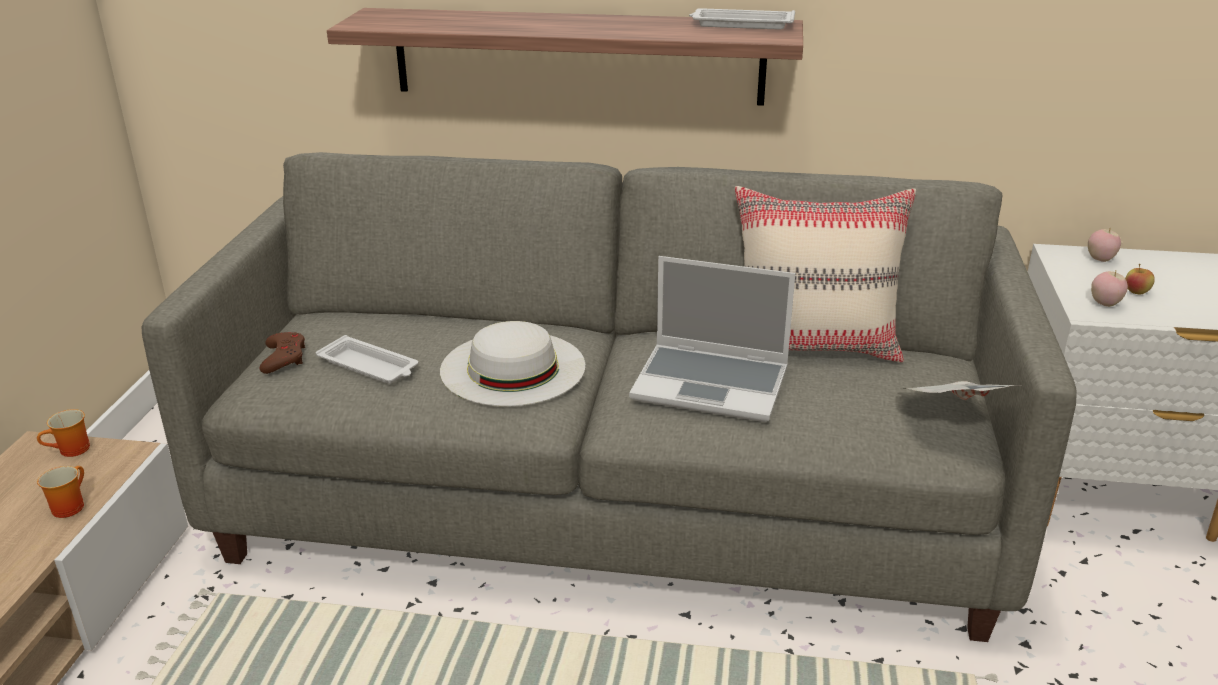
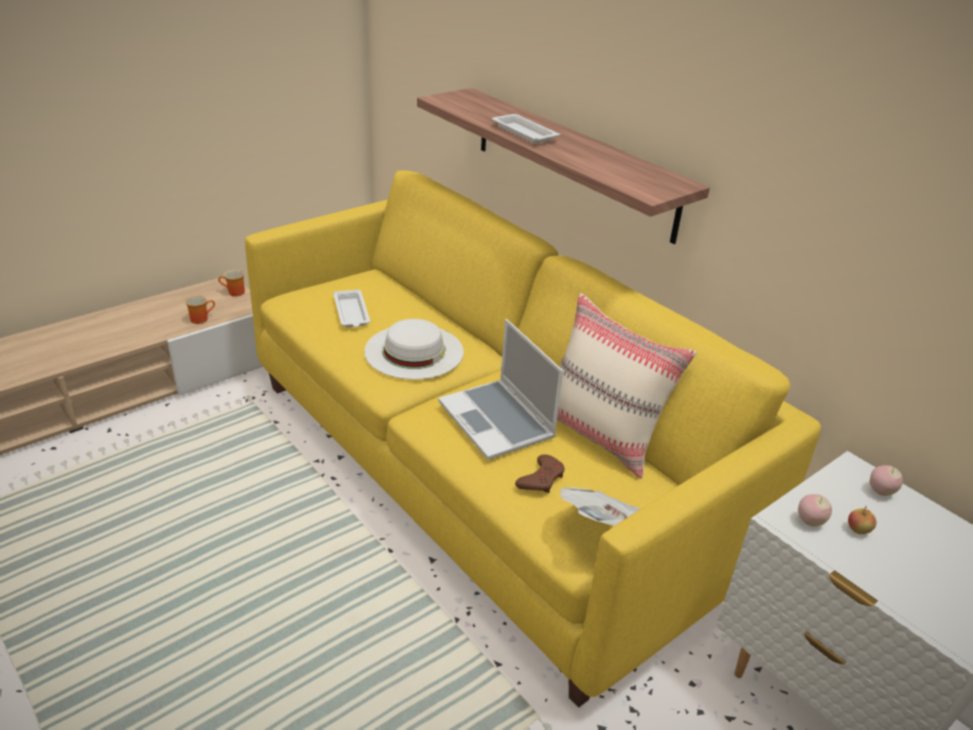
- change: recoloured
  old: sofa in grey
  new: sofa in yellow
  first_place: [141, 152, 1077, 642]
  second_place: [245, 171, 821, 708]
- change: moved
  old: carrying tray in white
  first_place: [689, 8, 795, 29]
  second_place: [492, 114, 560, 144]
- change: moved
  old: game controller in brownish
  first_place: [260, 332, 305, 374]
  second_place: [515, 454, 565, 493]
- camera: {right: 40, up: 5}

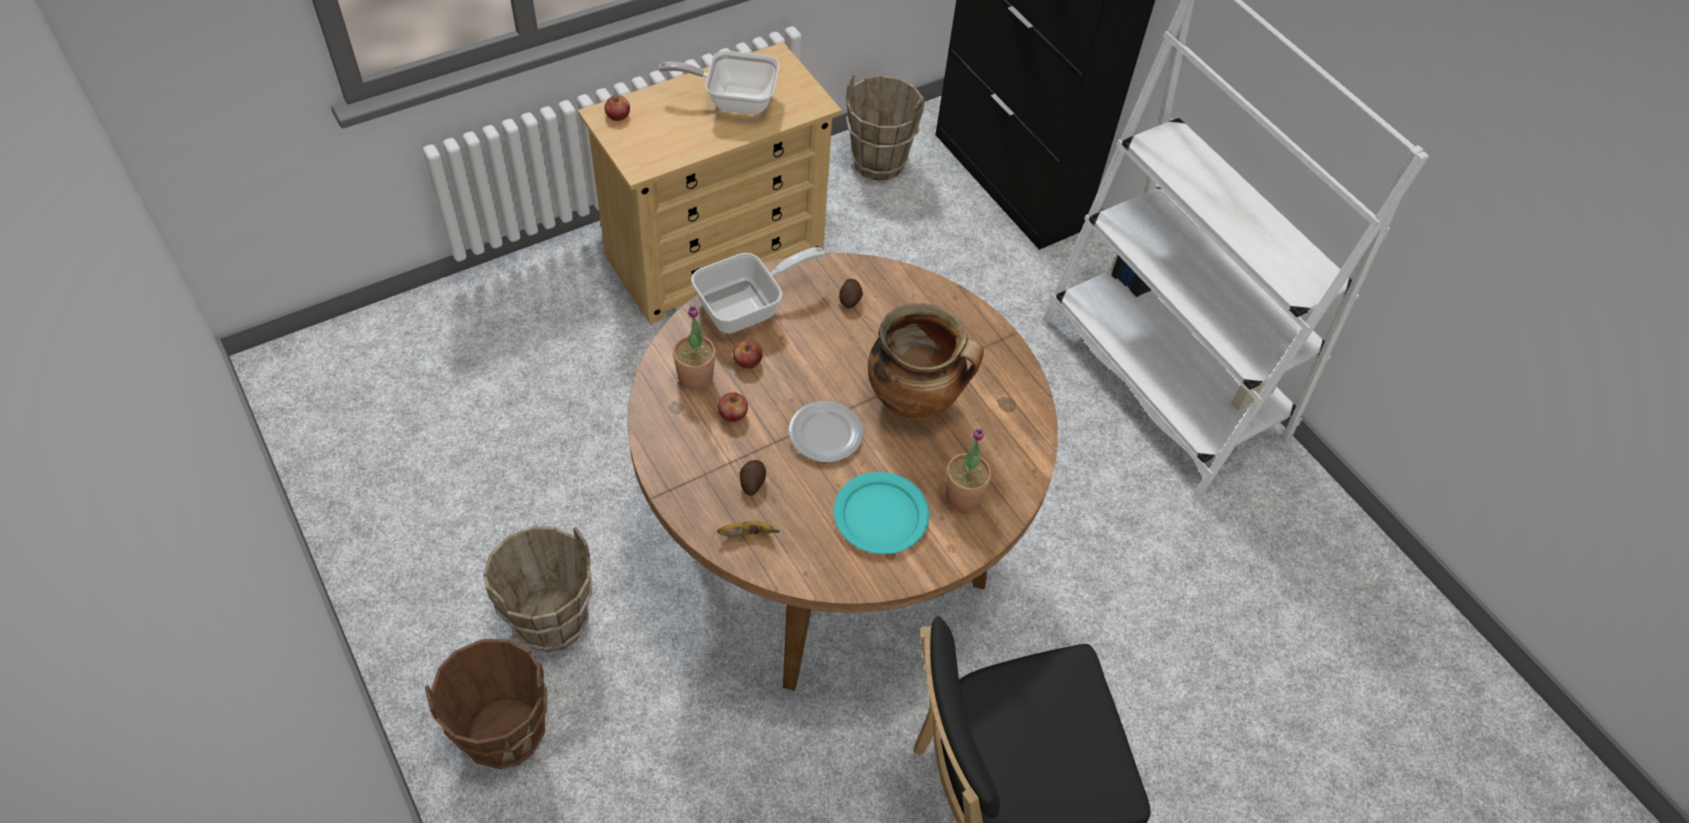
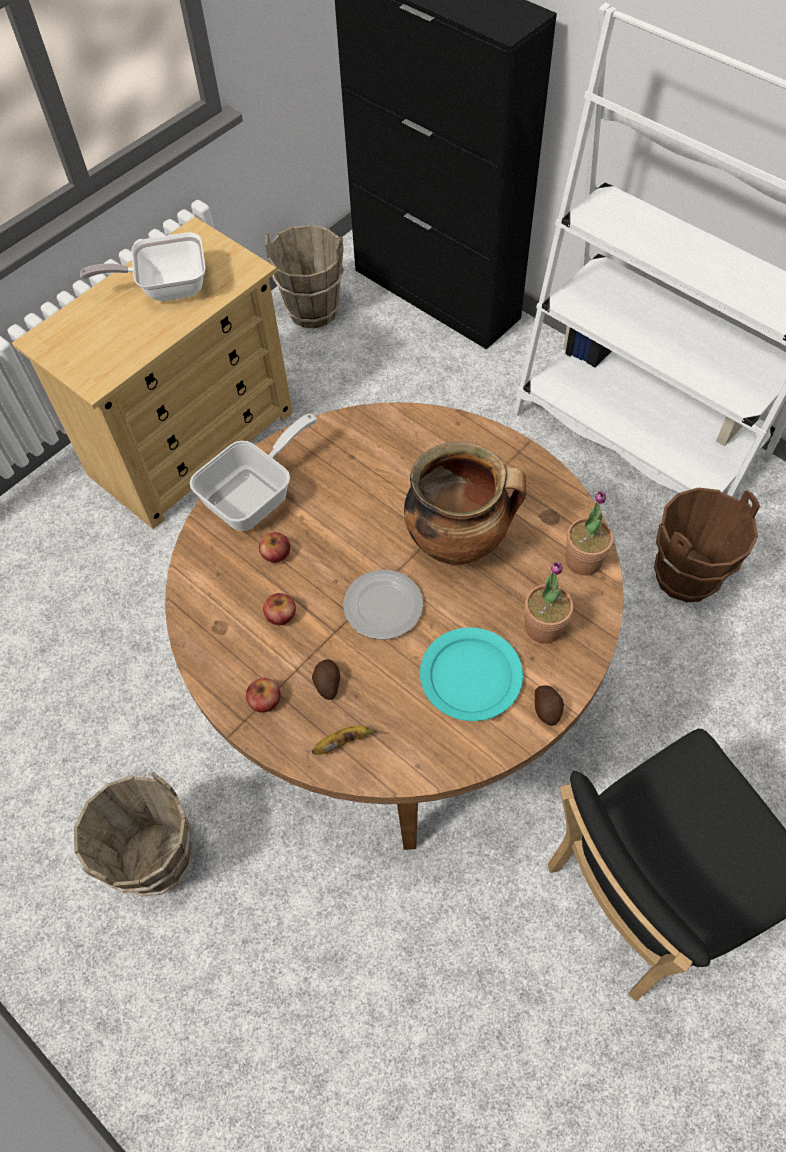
- change: moved
  old: whole apple
  first_place: [604, 95, 630, 121]
  second_place: [246, 678, 281, 712]
- change: moved
  old: spud
  first_place: [839, 279, 863, 308]
  second_place: [535, 685, 564, 726]
- change: moved
  old: plant in a pot
  first_place: [673, 306, 716, 390]
  second_place: [565, 491, 613, 576]
- change: moved
  old: water bucket in brownish
  first_place: [425, 639, 547, 769]
  second_place: [654, 487, 760, 603]
- camera: {right: -10, up: 5}

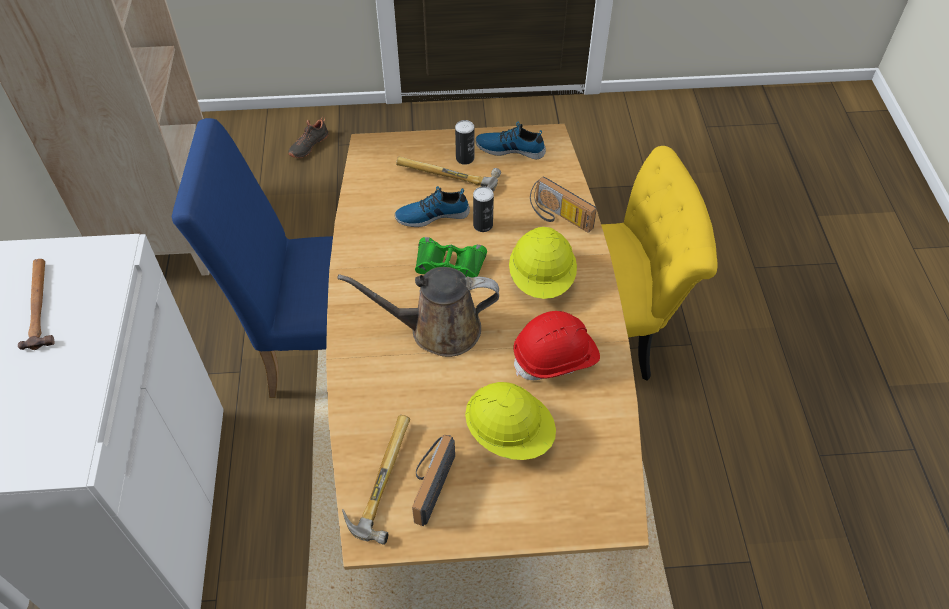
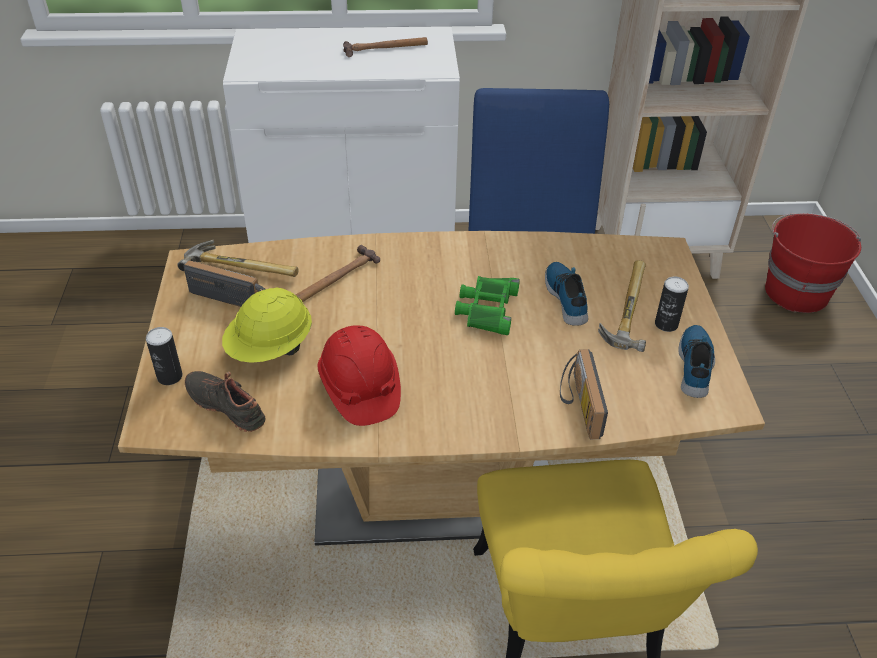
- change: moved
  old: metal can
  first_place: [473, 186, 494, 232]
  second_place: [146, 327, 183, 385]
- change: moved
  old: low shoe in blackish
  first_place: [288, 117, 329, 158]
  second_place: [185, 371, 266, 432]
- change: added
  new: hand hammer
  second_place: [296, 245, 380, 302]
- change: turned
  old: radio set
  first_place: [530, 177, 597, 233]
  second_place: [560, 349, 608, 439]
  degrees: -45
- change: added
  new: water bucket in red
  second_place: [765, 213, 861, 313]
- change: removed
  old: sprinkling can in brownish
  first_place: [337, 267, 499, 357]
- change: removed
  old: work helmet in yellow
  first_place: [509, 227, 577, 299]
- camera: {right: 90, up: -10}

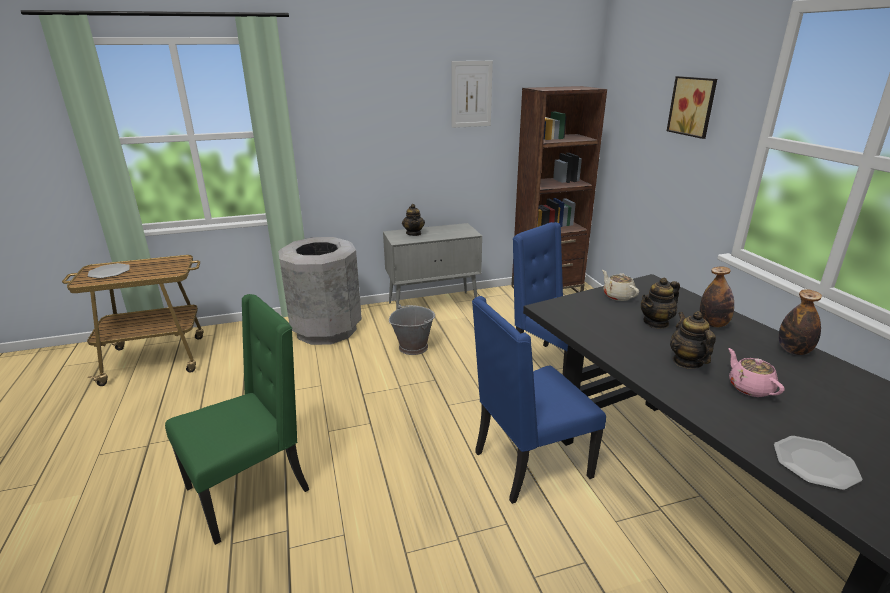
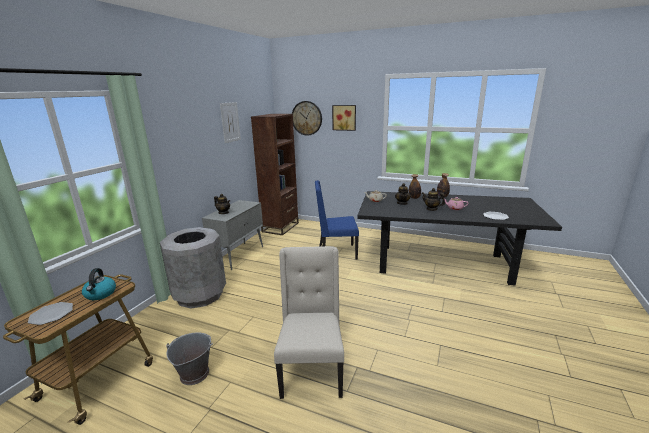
- change: added
  new: water kettle
  second_place: [82, 268, 116, 300]
- change: moved
  old: water bucket in grey
  first_place: [389, 304, 435, 355]
  second_place: [166, 332, 213, 385]
- change: recoloured
  old: plain chair in greenish
  new: plain chair in sand-coloured
  first_place: [165, 294, 309, 545]
  second_place: [274, 246, 344, 399]
- change: added
  new: hanging clock
  second_place: [292, 101, 322, 136]
- change: removed
  old: plain chair in bluish
  first_place: [472, 296, 606, 504]
- camera: {right: -50, up: -5}

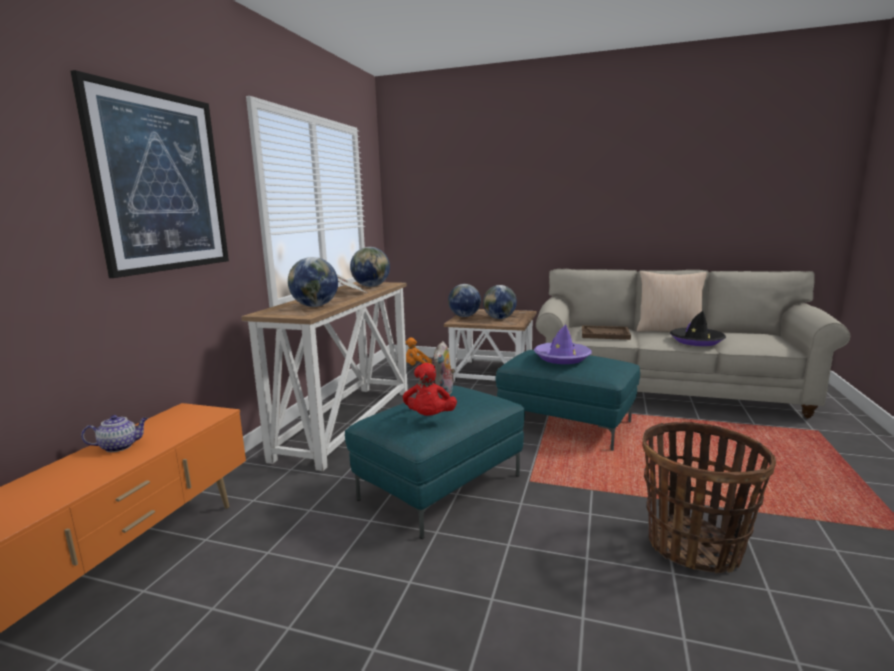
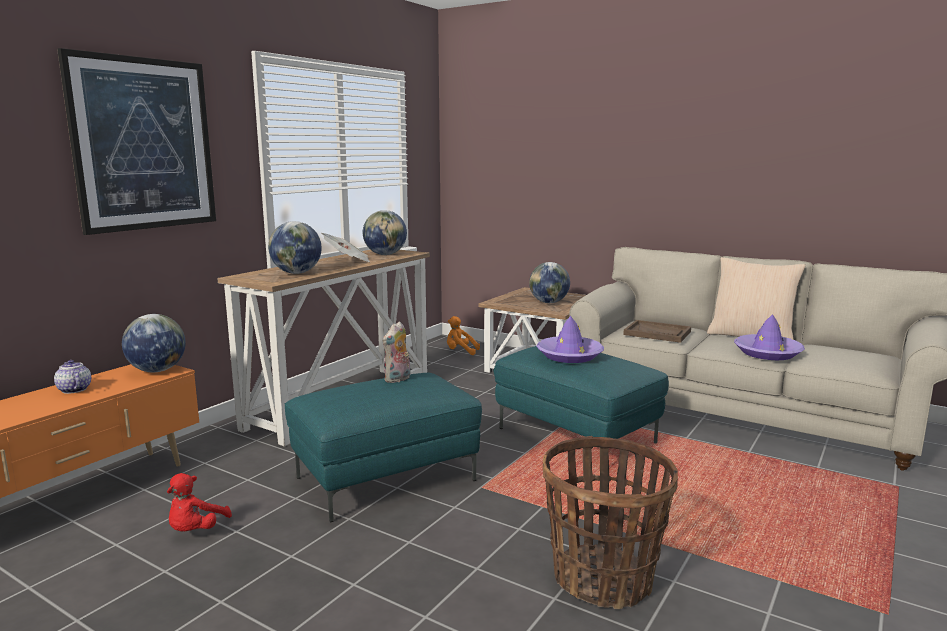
- change: turned
  old: teapot
  first_place: [81, 415, 148, 452]
  second_place: [54, 360, 91, 394]
  degrees: -120
- change: moved
  old: world globe
  first_place: [448, 284, 481, 317]
  second_place: [122, 314, 186, 372]
- change: moved
  old: soft toy in red
  first_place: [403, 363, 457, 416]
  second_place: [167, 473, 232, 531]
- change: recoloured
  old: clothing hat in blackish
  new: clothing hat in purplish
  first_place: [670, 311, 726, 346]
  second_place: [734, 314, 805, 360]
- camera: {right: 15, up: 0}

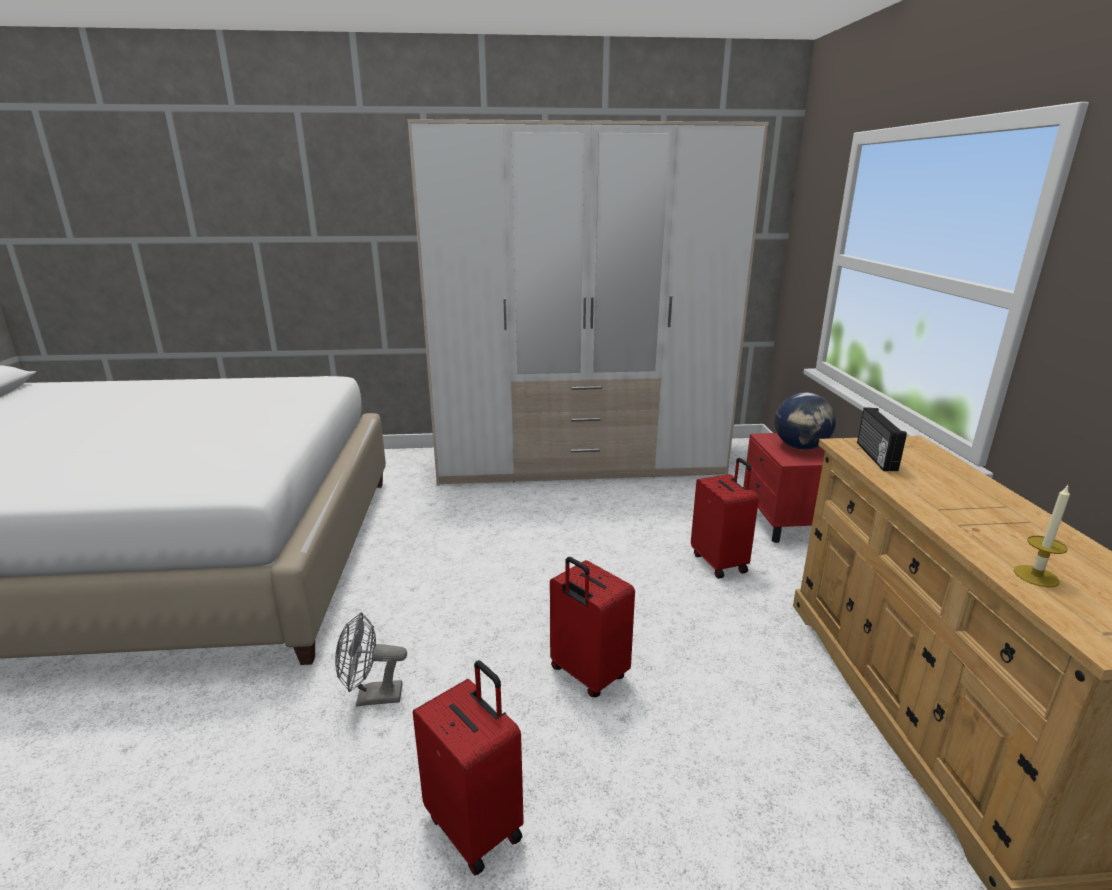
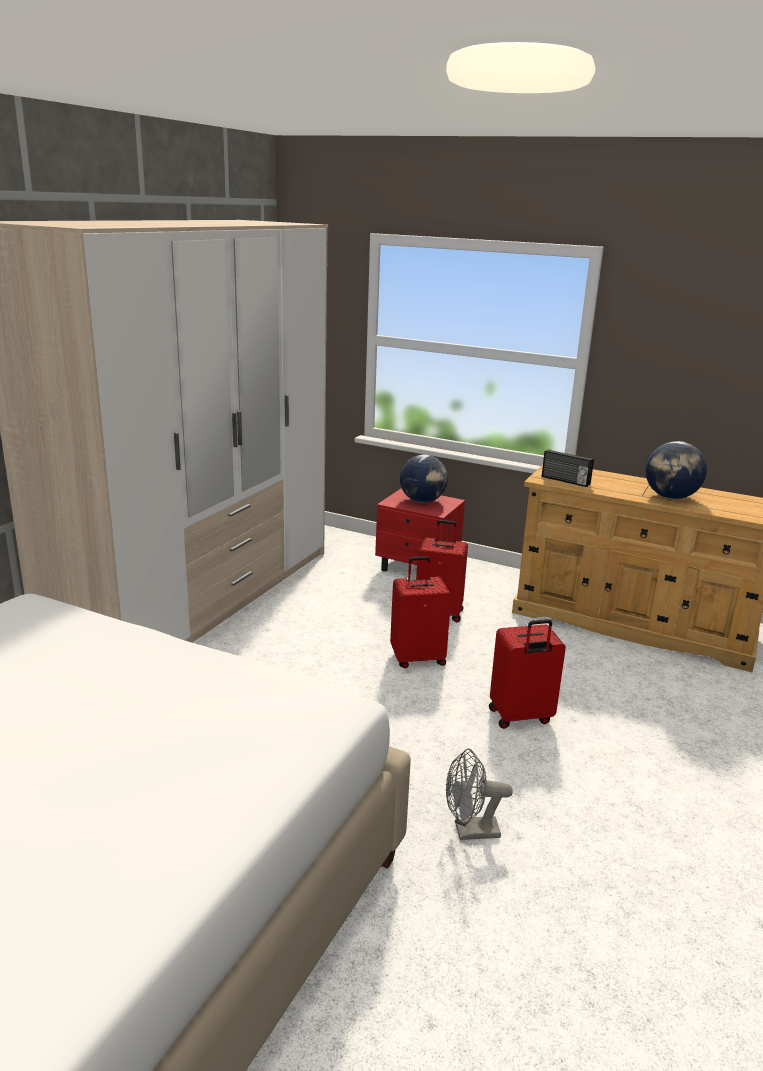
- change: moved
  old: travel case in red
  first_place: [413, 660, 524, 875]
  second_place: [390, 556, 451, 668]
- change: turned
  old: cooling fan in grey
  first_place: [335, 612, 407, 706]
  second_place: [446, 748, 513, 840]
  degrees: 60
- change: added
  new: world globe
  second_place: [646, 441, 707, 499]
- change: removed
  old: wax candle
  first_place: [1014, 485, 1070, 587]
- camera: {right: -60, up: 0}

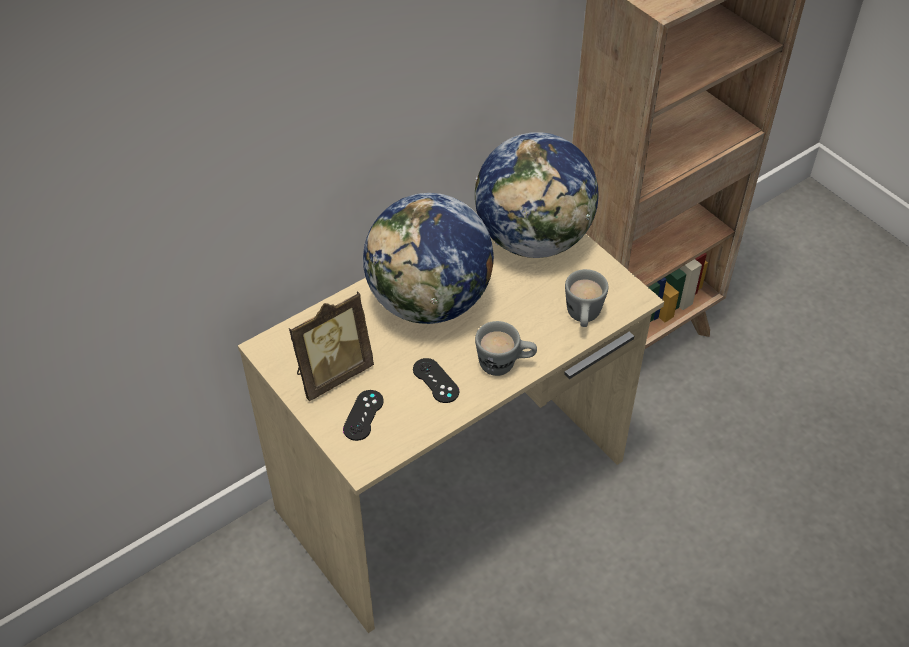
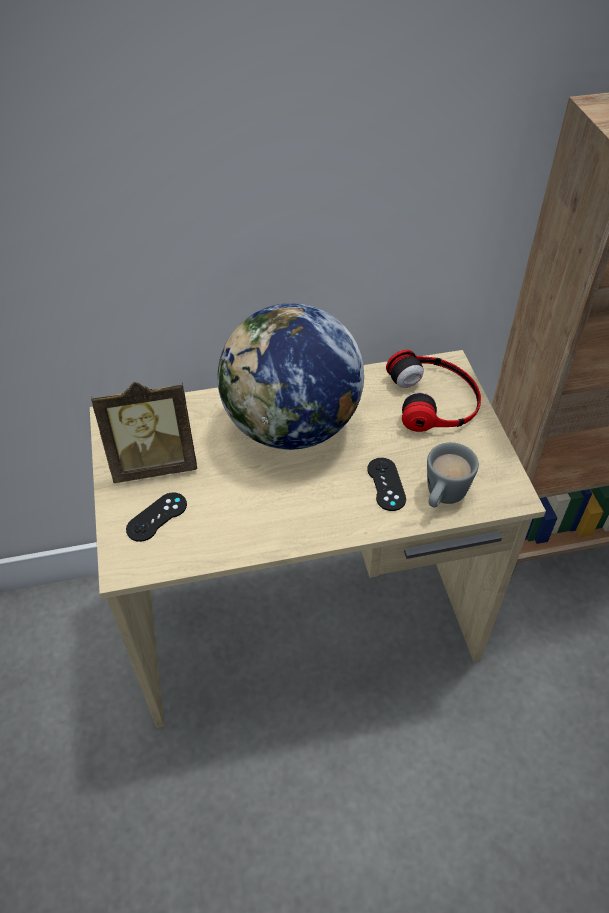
- change: moved
  old: game controller in blackish
  first_place: [413, 358, 459, 403]
  second_place: [367, 458, 406, 511]
- change: replaced
  old: world globe
  new: pair of headphones
  first_place: [475, 132, 599, 258]
  second_place: [386, 350, 481, 432]
- change: removed
  old: tea mug in grey
  first_place: [475, 321, 537, 376]
- camera: {right: 25, up: 0}

